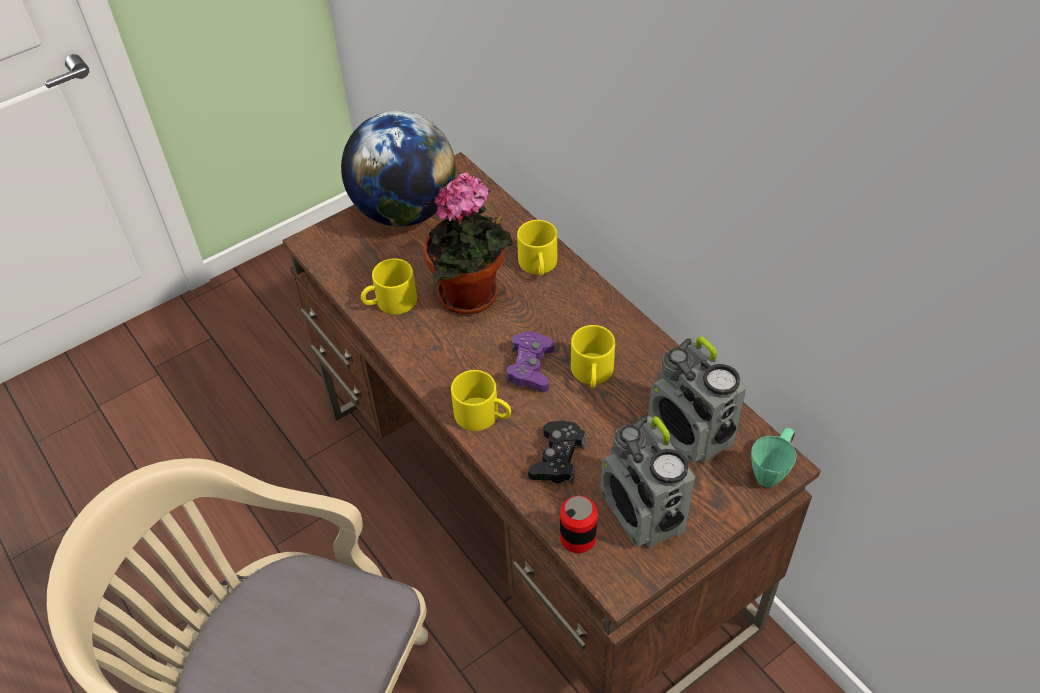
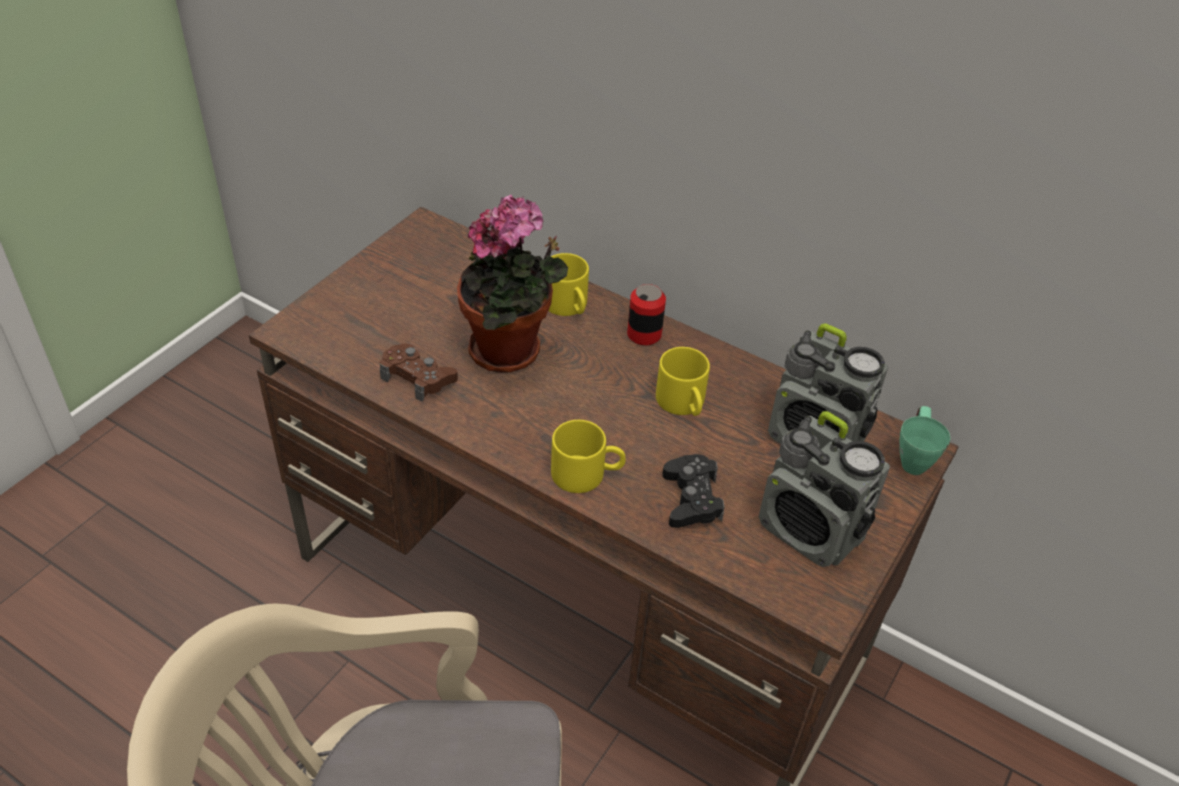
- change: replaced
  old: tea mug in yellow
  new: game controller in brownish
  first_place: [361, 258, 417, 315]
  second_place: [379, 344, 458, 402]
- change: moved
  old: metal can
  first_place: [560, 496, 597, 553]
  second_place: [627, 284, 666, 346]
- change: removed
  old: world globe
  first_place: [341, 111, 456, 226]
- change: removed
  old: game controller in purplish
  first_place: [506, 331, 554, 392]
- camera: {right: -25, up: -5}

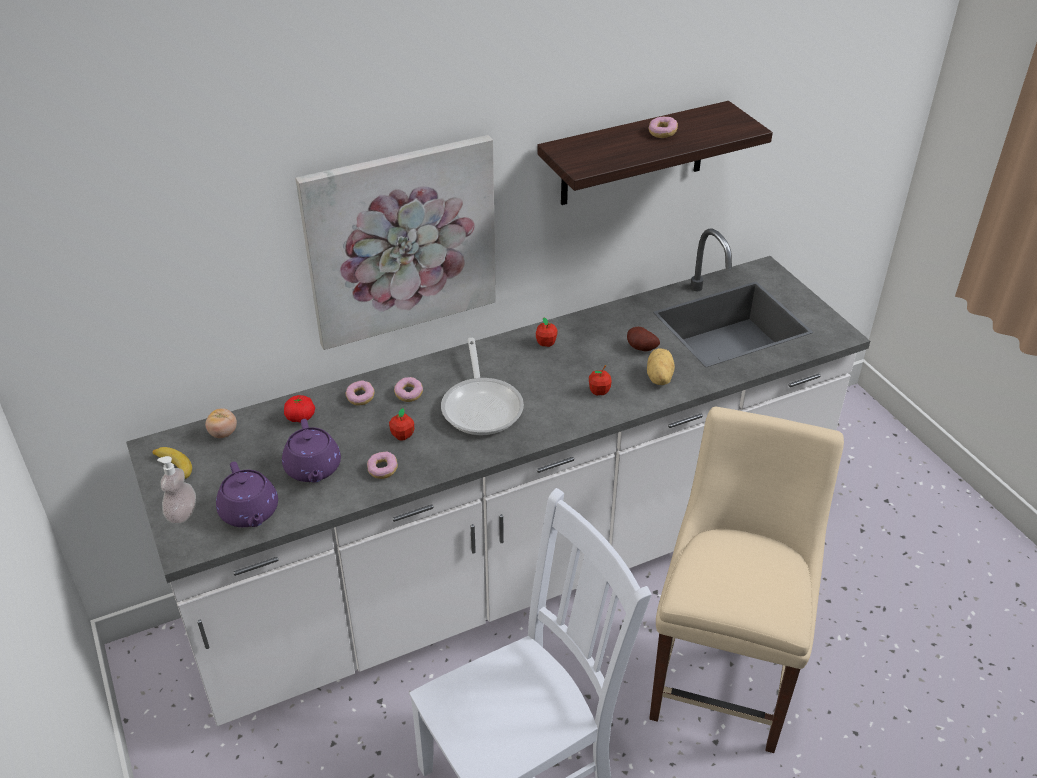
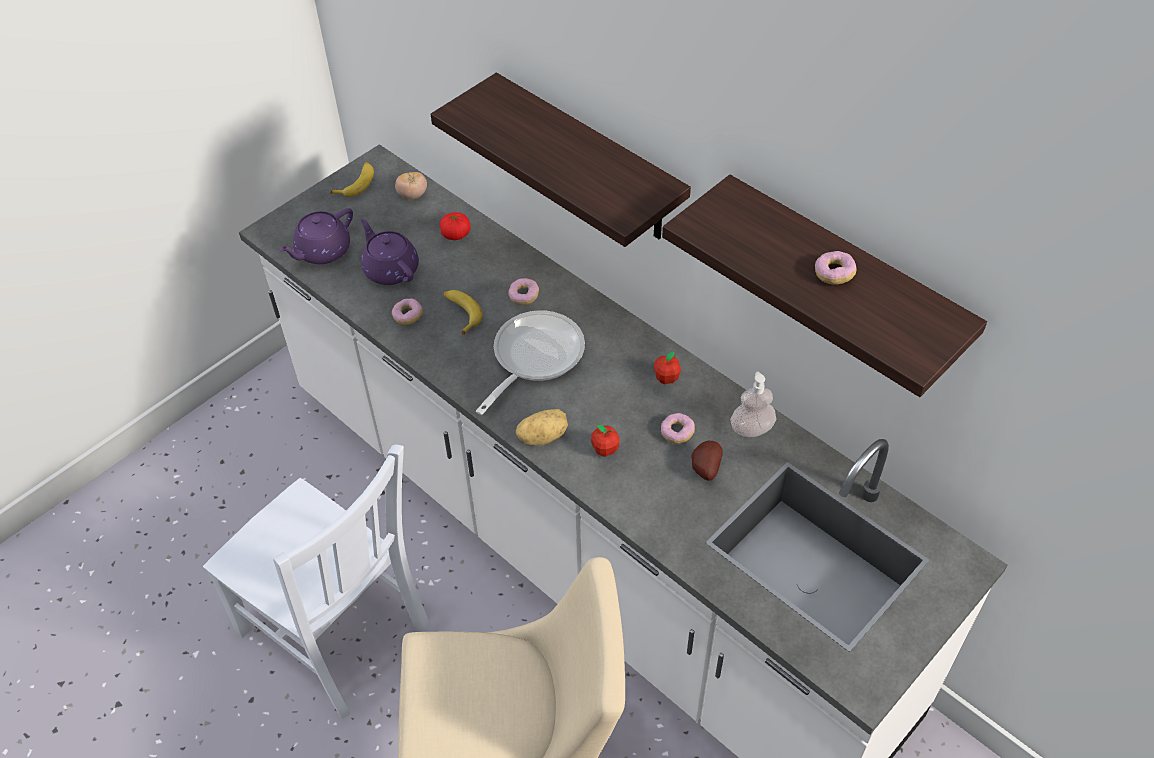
- change: turned
  old: teapot in purplish
  first_place: [282, 419, 341, 483]
  second_place: [361, 219, 419, 285]
  degrees: 90
- change: replaced
  old: wall art
  new: shelf
  first_place: [295, 135, 496, 350]
  second_place: [431, 73, 691, 247]
- change: replaced
  old: whole apple
  new: whole banana
  first_place: [389, 408, 414, 441]
  second_place: [443, 290, 483, 335]
- change: turned
  old: skillet
  first_place: [441, 338, 524, 436]
  second_place: [476, 310, 585, 415]
  degrees: 150
- change: moved
  old: spud
  first_place: [647, 348, 675, 385]
  second_place: [516, 409, 568, 445]
- change: moved
  old: ring doughnut
  first_place: [346, 380, 375, 406]
  second_place: [661, 413, 695, 444]
- change: moved
  old: liquid soap bottle
  first_place: [157, 456, 196, 524]
  second_place: [730, 372, 776, 437]
- camera: {right: 70, up: 10}

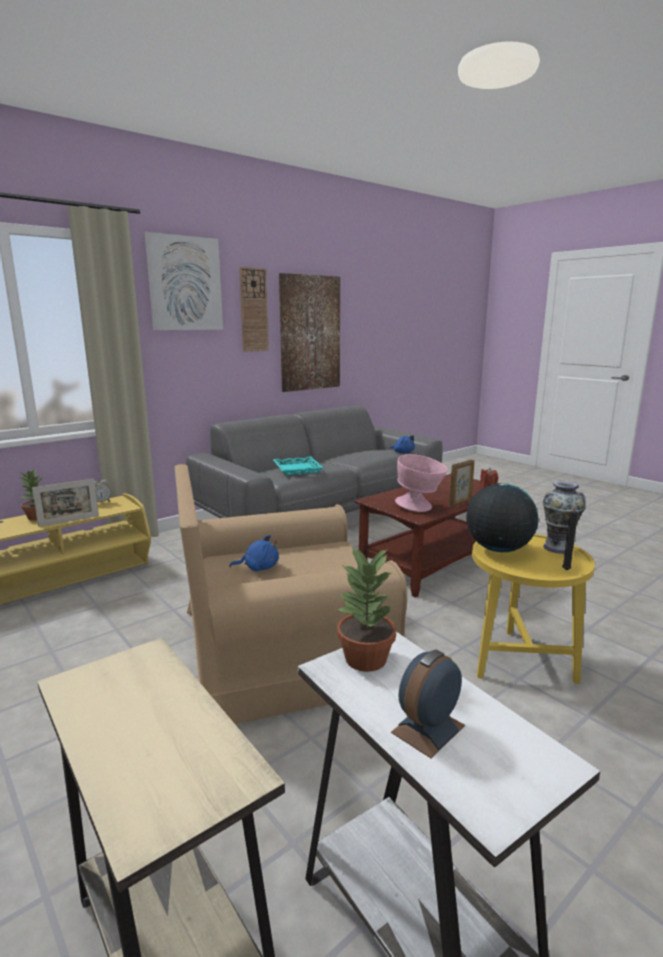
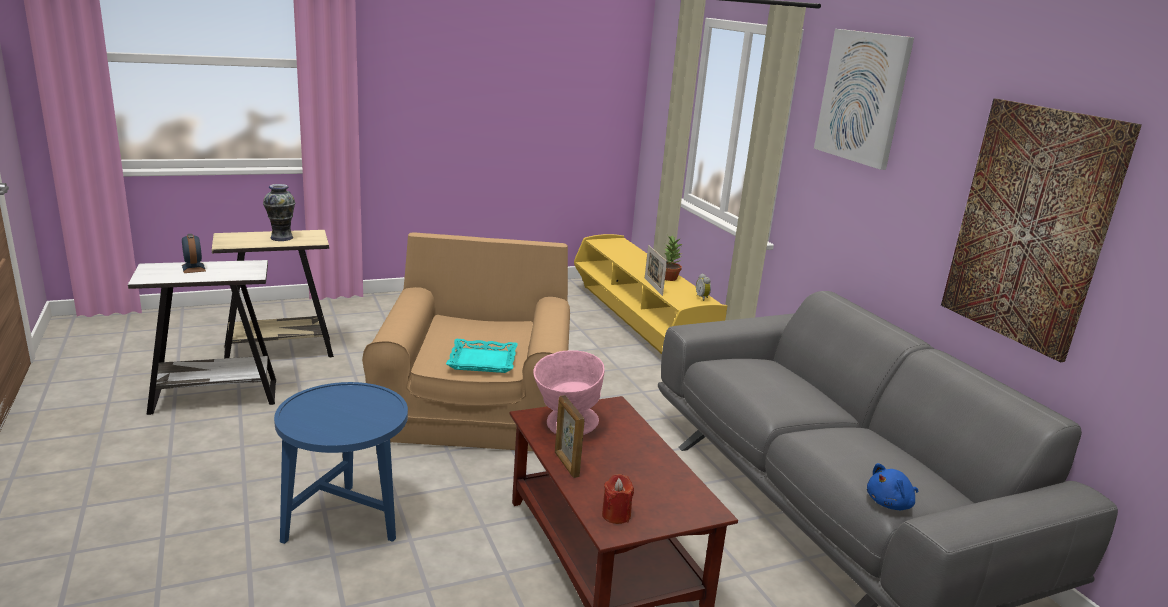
- change: moved
  old: decorative vase
  first_place: [543, 481, 585, 554]
  second_place: [263, 184, 295, 241]
- change: recoloured
  old: accent table in yellow
  new: accent table in bluish
  first_place: [472, 534, 595, 684]
  second_place: [274, 382, 408, 544]
- change: moved
  old: carrying tray in turquoise
  first_place: [273, 456, 324, 475]
  second_place: [446, 339, 518, 373]
- change: removed
  old: soft toy in bluish
  first_place: [229, 535, 279, 571]
- change: removed
  old: hanging clock
  first_place: [239, 267, 269, 352]
- change: removed
  old: plant in a pot
  first_place: [336, 547, 396, 672]
- change: removed
  old: world globe
  first_place: [467, 483, 538, 552]
- change: removed
  old: wax candle in blackish
  first_place: [562, 504, 579, 570]
- camera: {right: 105, up: 5}

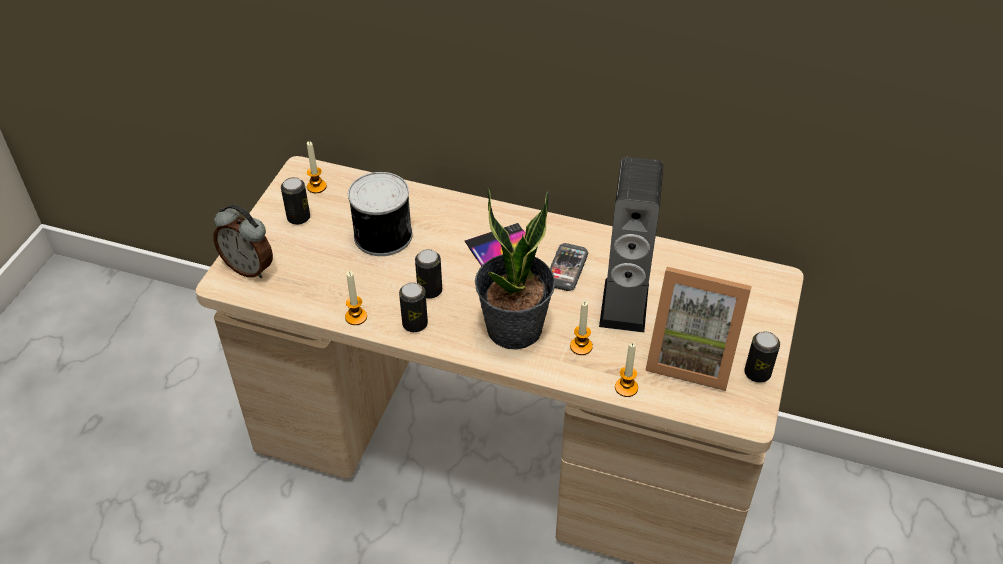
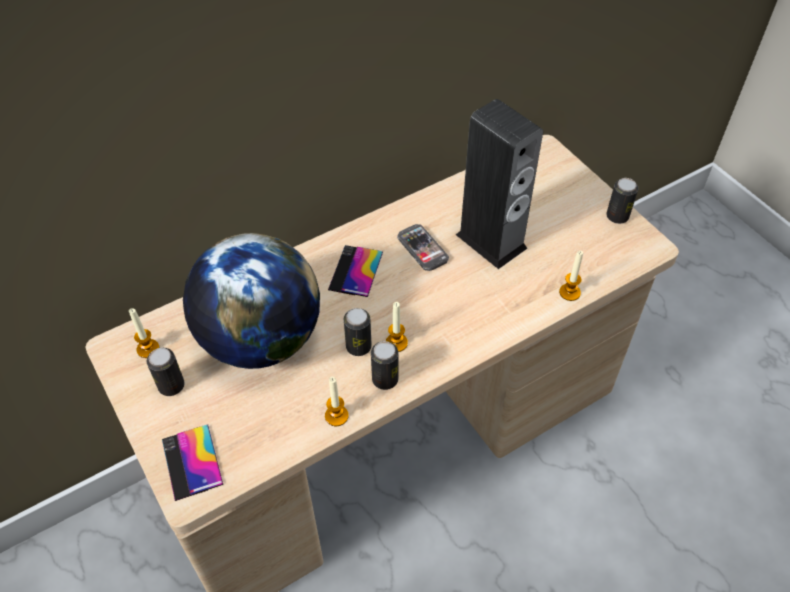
- change: replaced
  old: bedside clock
  new: handset
  first_place: [213, 204, 273, 279]
  second_place: [162, 424, 223, 501]
- change: replaced
  old: metal can
  new: world globe
  first_place: [348, 172, 413, 256]
  second_place: [183, 233, 320, 369]
- change: moved
  old: wax candle
  first_place: [570, 301, 593, 355]
  second_place: [386, 302, 408, 352]
- change: removed
  old: plant in a pot
  first_place: [475, 189, 556, 350]
- change: removed
  old: photo frame
  first_place: [645, 267, 752, 391]
- camera: {right: -50, up: 5}

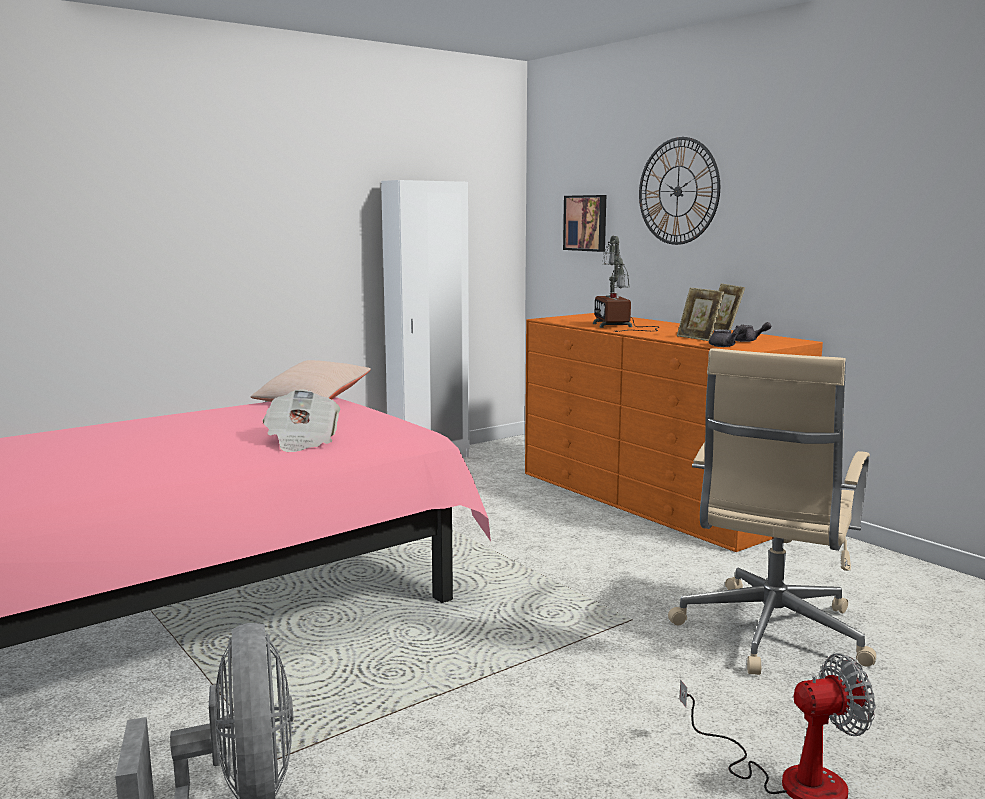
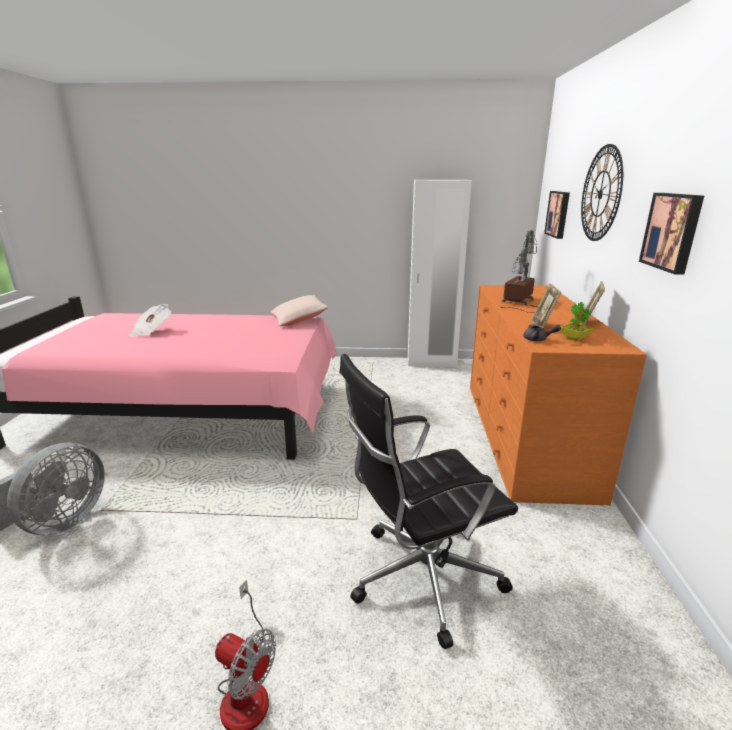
- change: moved
  old: printed paper
  first_place: [262, 389, 340, 452]
  second_place: [128, 304, 171, 337]
- change: recoloured
  old: desk chair in sand-coloured
  new: desk chair in blackish
  first_place: [668, 348, 876, 675]
  second_place: [339, 354, 518, 649]
- change: replaced
  old: teapot in grey
  new: plant in a pot
  first_place: [732, 322, 771, 342]
  second_place: [560, 302, 593, 341]
- change: added
  new: wall art
  second_place: [639, 193, 704, 275]
- camera: {right: 40, up: 10}

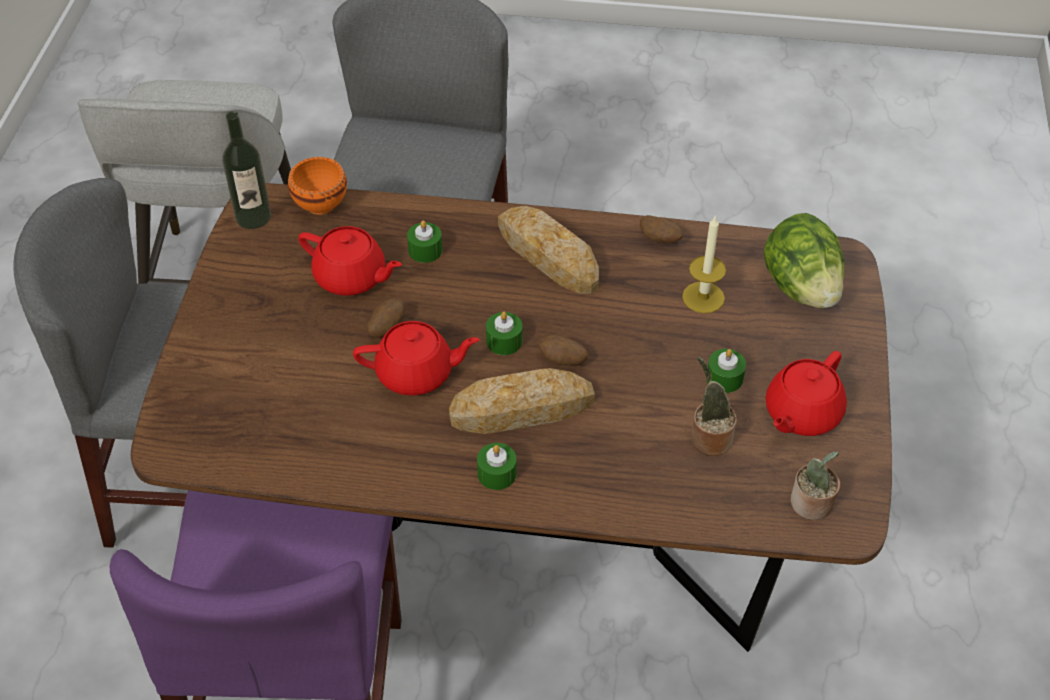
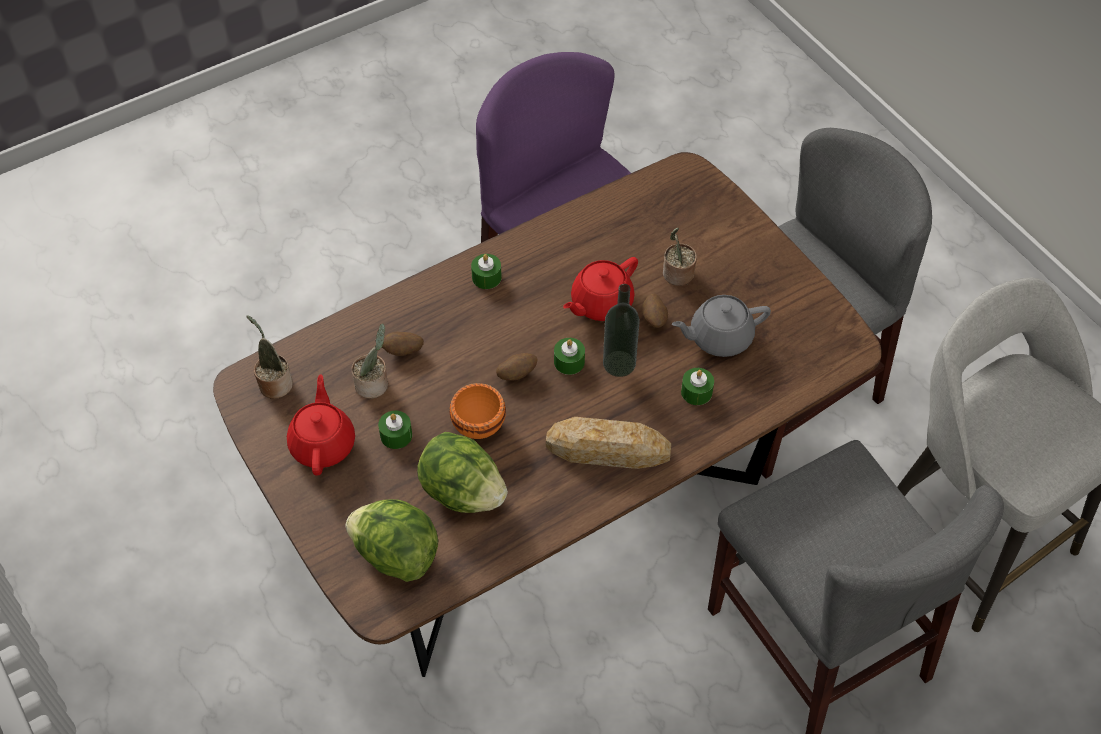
- change: moved
  old: spud
  first_place: [640, 215, 683, 243]
  second_place: [382, 332, 424, 356]
- change: replaced
  old: wax candle
  new: lettuce
  first_place: [682, 215, 726, 313]
  second_place: [417, 432, 508, 513]
- change: moved
  old: serving bowl in orange
  first_place: [288, 157, 347, 215]
  second_place: [450, 383, 506, 439]
- change: moved
  old: drink bottle
  first_place: [222, 112, 271, 229]
  second_place: [603, 284, 640, 377]
- change: added
  new: plant in a pot
  second_place: [663, 228, 697, 286]
- change: recoloured
  old: teapot in red
  new: teapot in grey
  first_place: [298, 226, 402, 296]
  second_place: [672, 295, 771, 357]
- change: removed
  old: bread
  first_place: [449, 368, 595, 434]
- camera: {right: 140, up: 5}

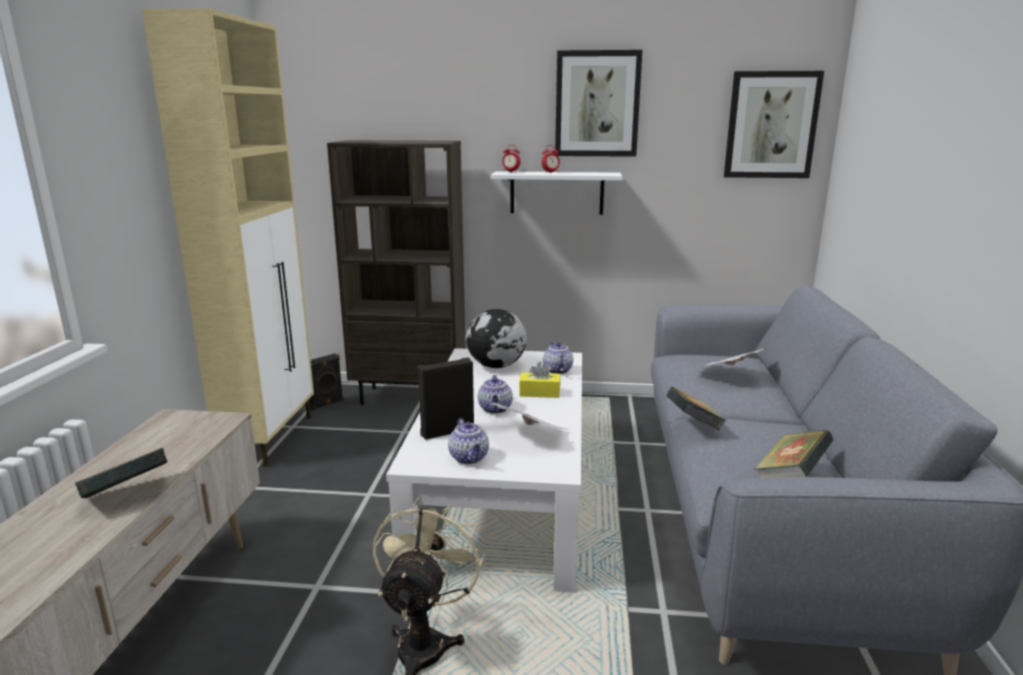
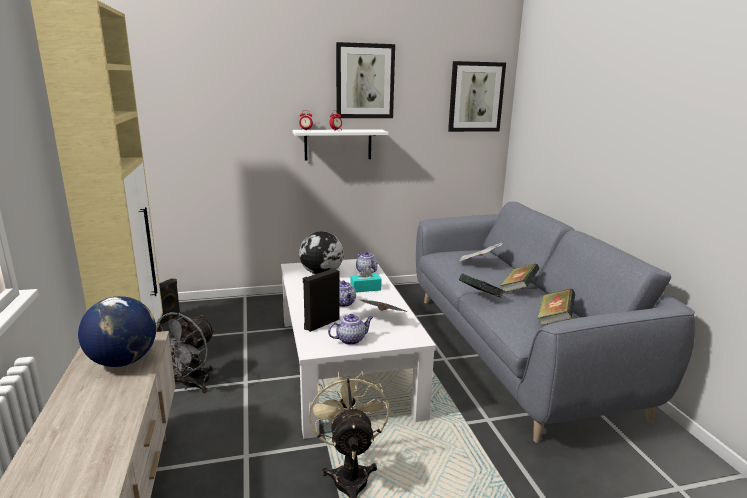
- change: added
  new: world globe
  second_place: [78, 296, 156, 367]
- change: added
  new: cooling fan in grey
  second_place: [156, 312, 215, 393]
- change: turned
  old: teapot
  first_place: [448, 418, 489, 464]
  second_place: [328, 314, 373, 345]
  degrees: -75
- change: recoloured
  old: tissue holder in yellow
  new: tissue holder in turquoise
  first_place: [519, 362, 561, 398]
  second_place: [350, 266, 382, 293]
- change: moved
  old: book
  first_place: [75, 448, 167, 498]
  second_place: [500, 264, 539, 293]
- change: removed
  old: shelving unit in brownish
  first_place: [327, 140, 466, 405]
- camera: {right: -20, up: 0}

